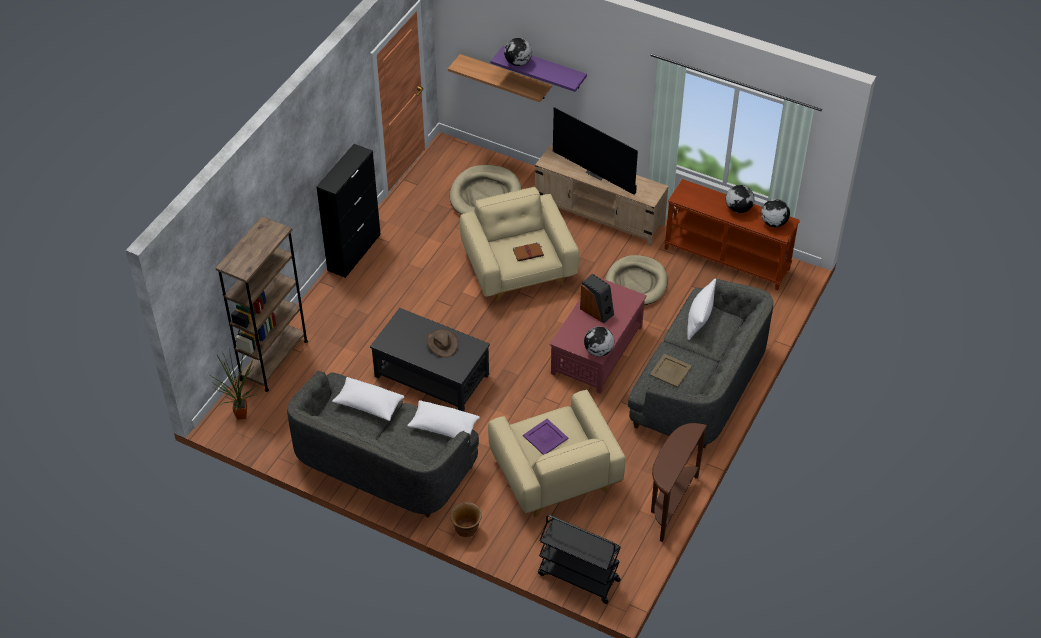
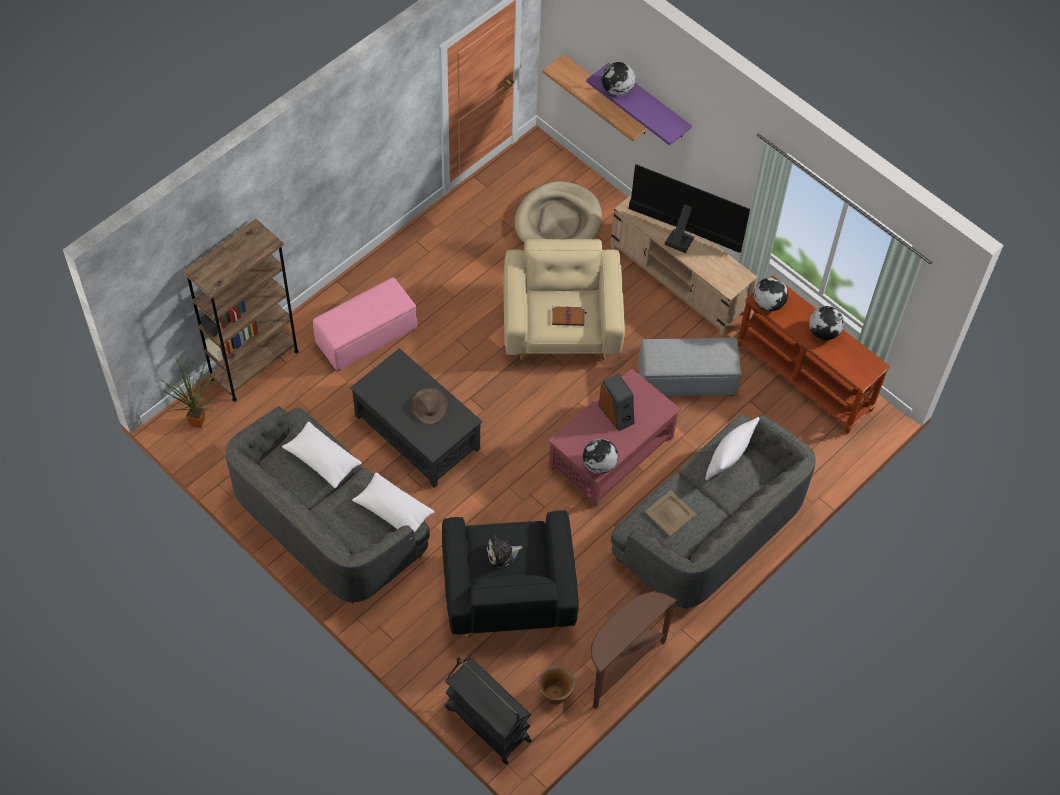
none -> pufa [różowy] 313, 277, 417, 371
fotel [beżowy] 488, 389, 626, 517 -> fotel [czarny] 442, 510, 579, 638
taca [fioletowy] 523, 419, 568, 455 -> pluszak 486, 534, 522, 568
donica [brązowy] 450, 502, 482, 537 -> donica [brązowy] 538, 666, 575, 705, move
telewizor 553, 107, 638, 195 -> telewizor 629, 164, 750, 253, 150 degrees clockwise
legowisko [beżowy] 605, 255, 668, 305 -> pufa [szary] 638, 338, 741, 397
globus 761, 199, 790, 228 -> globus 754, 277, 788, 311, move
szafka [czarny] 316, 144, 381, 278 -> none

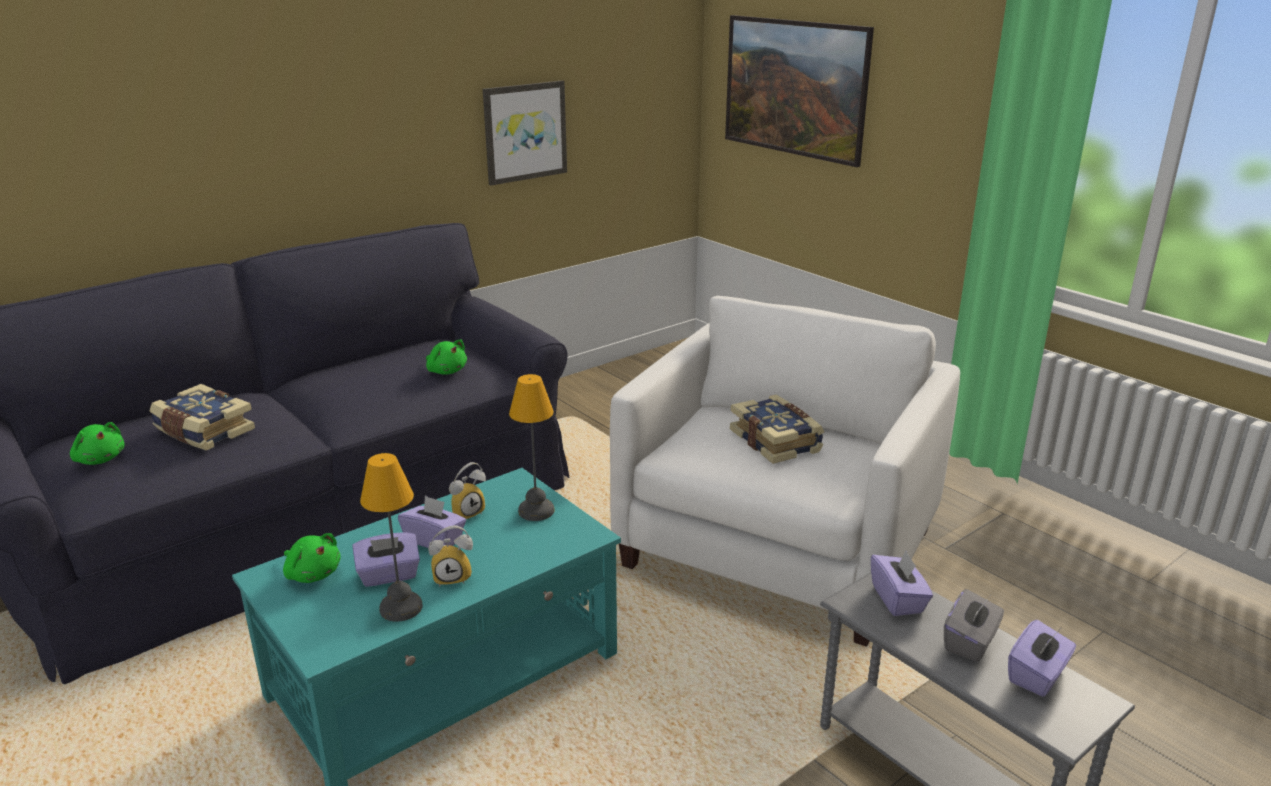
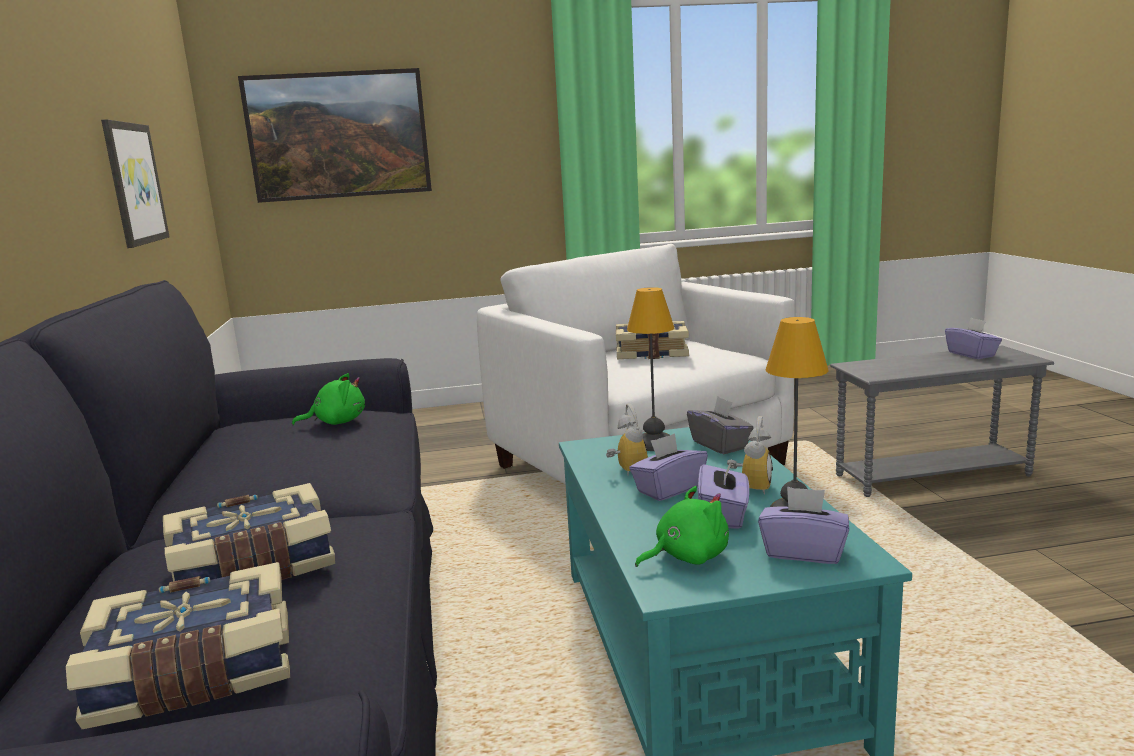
pluszak [zielony] 70, 422, 125, 465 -> książka 66, 562, 290, 729
pudełko chusteczek [szary] 944, 589, 1004, 662 -> pudełko chusteczek [szary] 687, 396, 754, 454, move
pudełko chusteczek [fioletowy] 871, 550, 933, 616 -> pudełko chusteczek [fioletowy] 758, 487, 849, 564, move

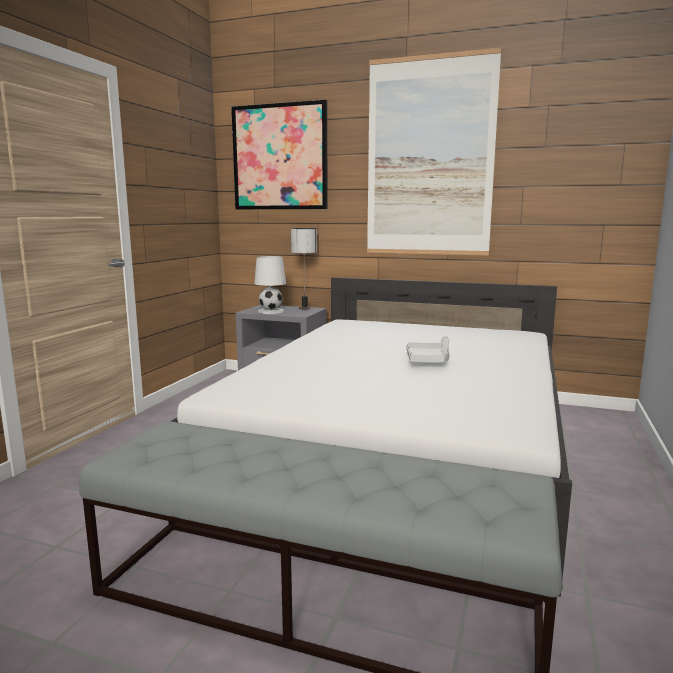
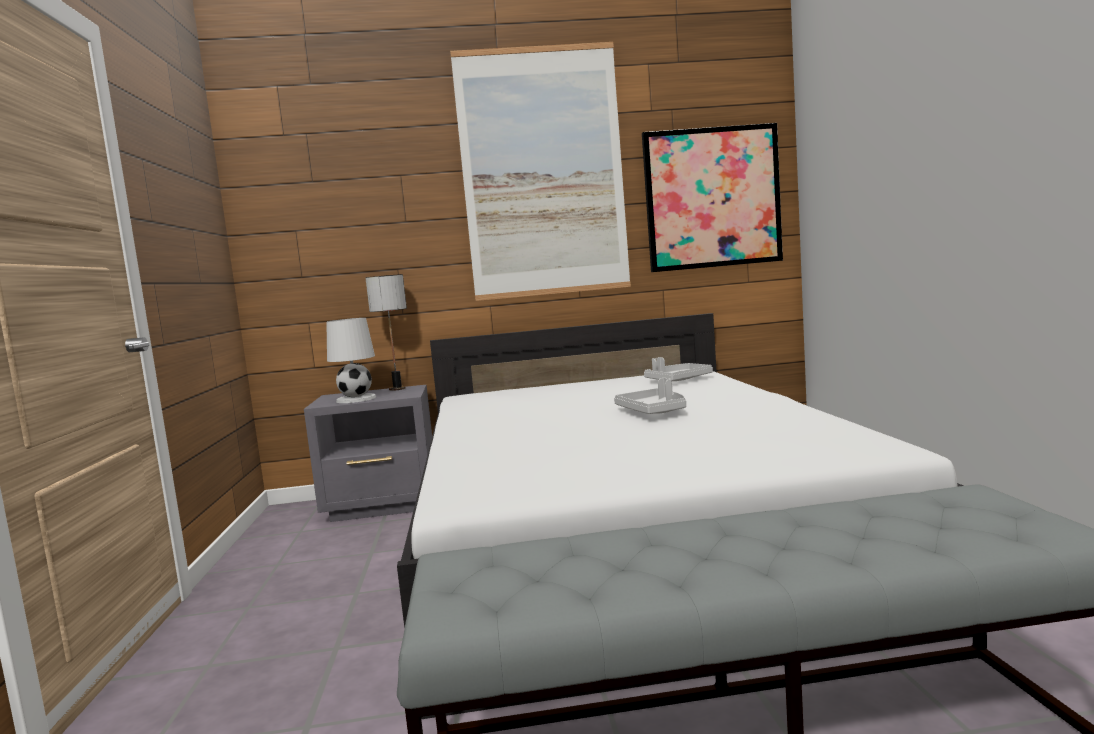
obraz 231, 100, 328, 209 -> obraz 642, 123, 783, 272, move
none -> taca [szary] 644, 357, 713, 381

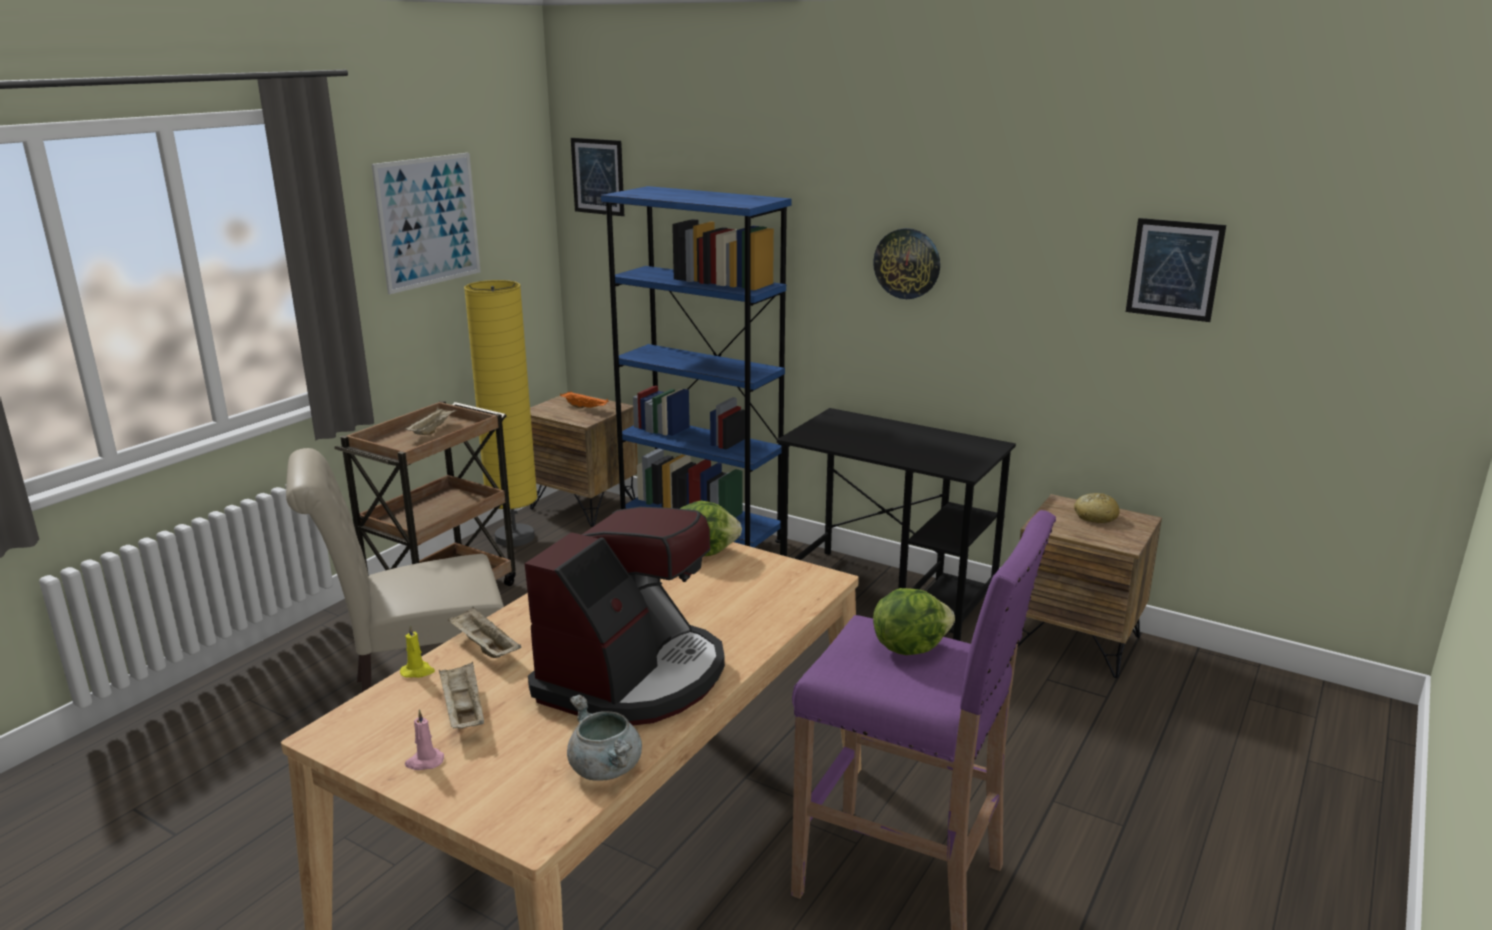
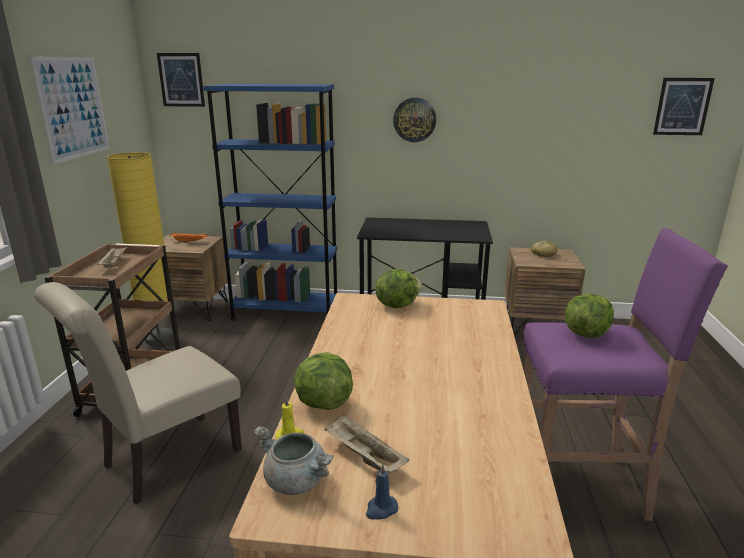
garnek [szary] 567, 695, 642, 781 -> garnek [szary] 253, 427, 334, 495, move
taca [beżowy] 448, 607, 522, 658 -> sałata 294, 352, 353, 410
świeca [różowy] 405, 710, 444, 770 -> świeca [niebieski] 366, 463, 398, 520
obraz 1126, 218, 1226, 322 -> obraz 653, 78, 715, 135, move
ekspres do kawy 525, 507, 725, 726 -> none

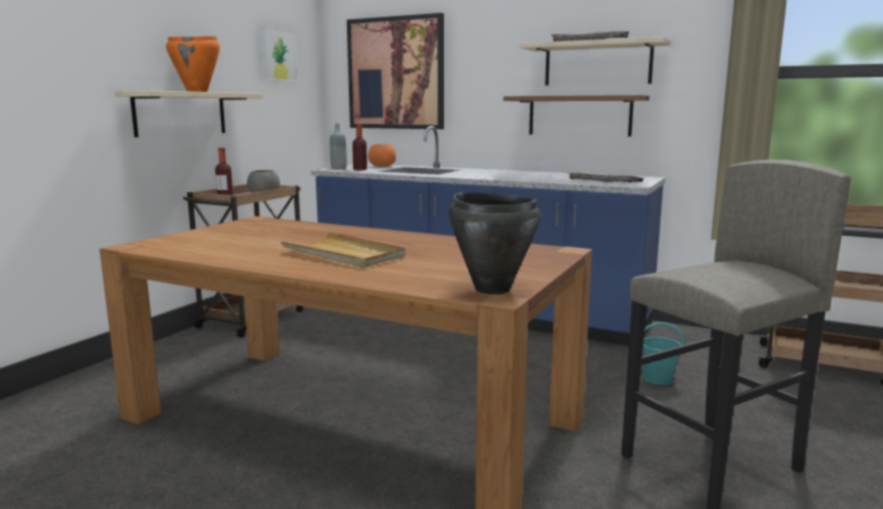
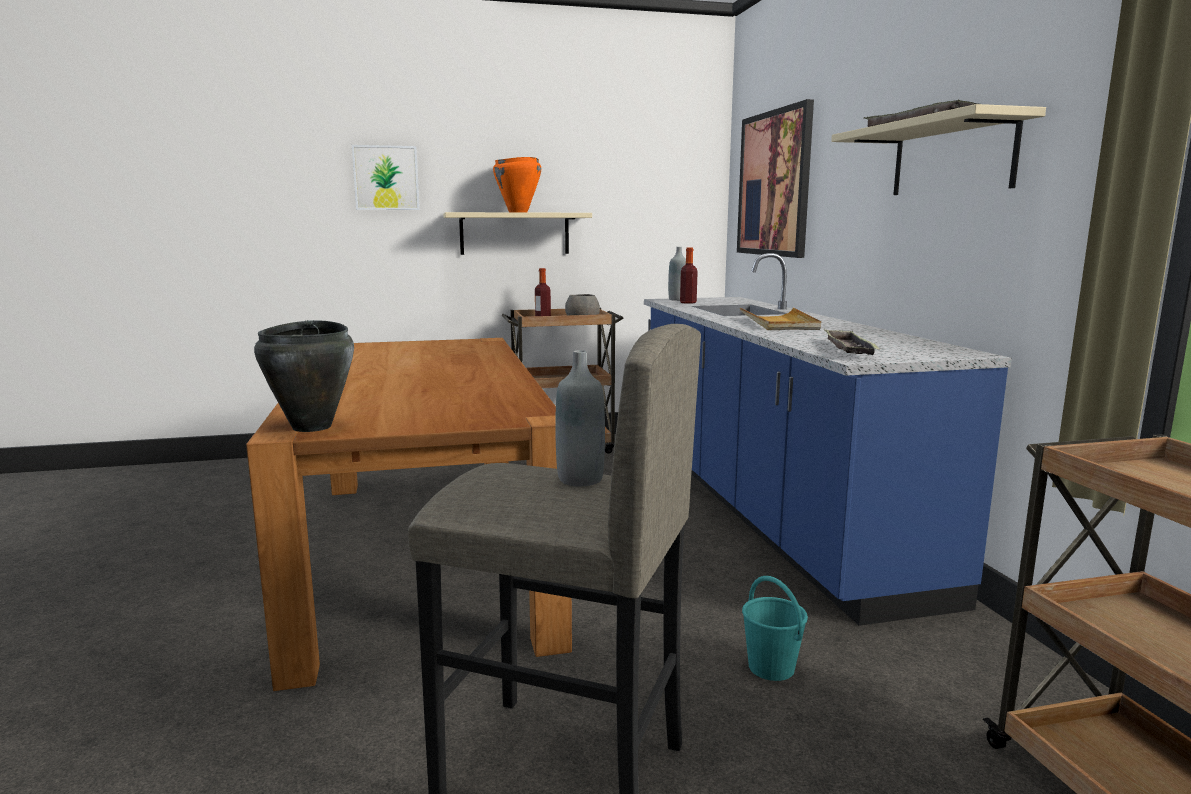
obraz 259, 25, 298, 82 -> obraz 352, 145, 420, 210, move
none -> butelka [szary] 555, 350, 605, 486
taca [beżowy] 280, 232, 405, 268 -> taca [beżowy] 740, 308, 821, 330, move
miska [pomarańczowy] 368, 144, 396, 167 -> none
półka [brązowy] 503, 95, 649, 136 -> none

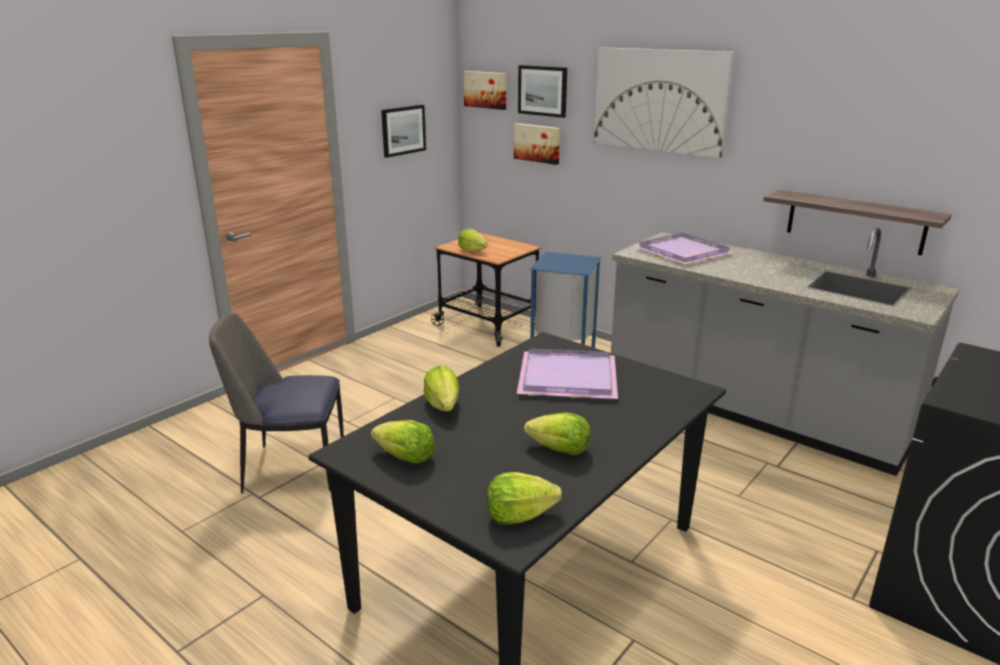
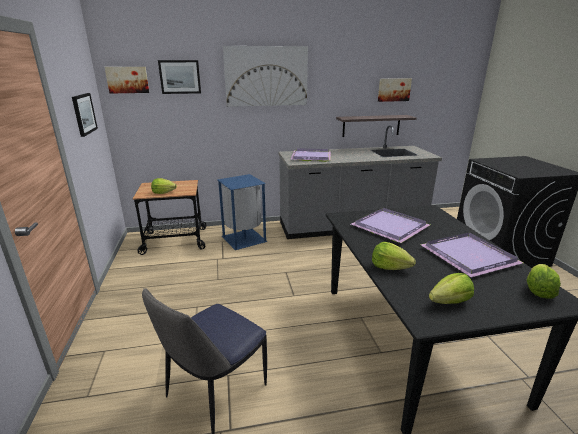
obraz 514, 123, 560, 165 -> obraz 378, 78, 412, 102, move
sałata 524, 413, 590, 455 -> taca [fioletowy] 421, 233, 523, 277

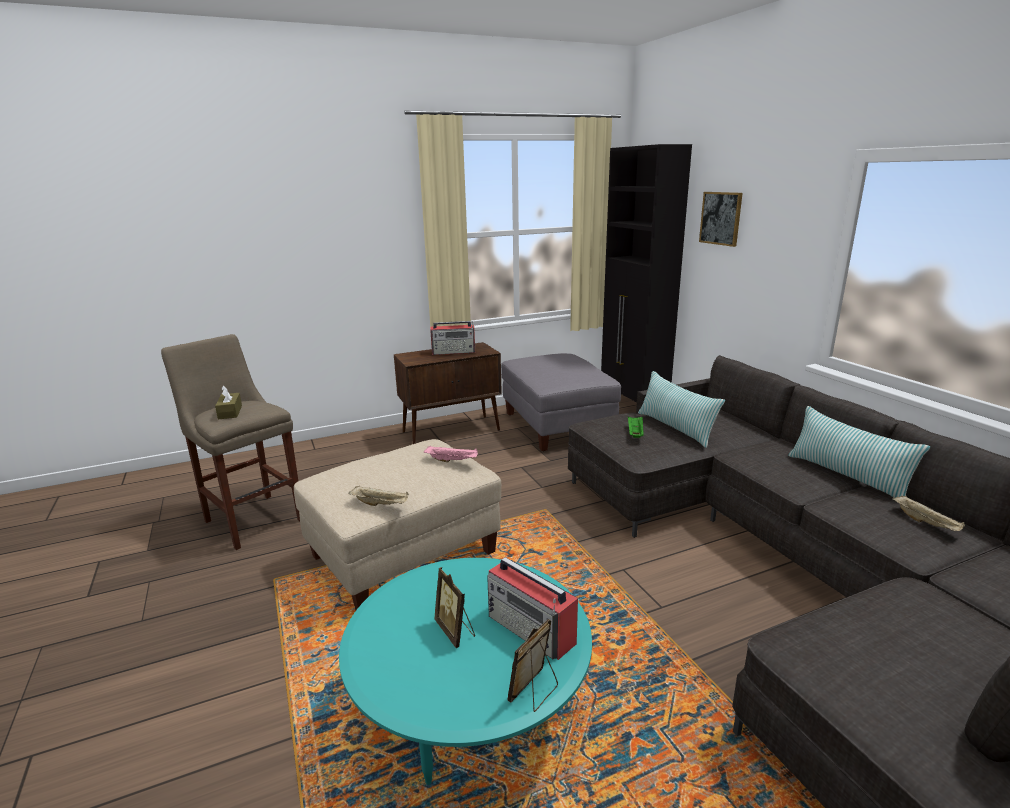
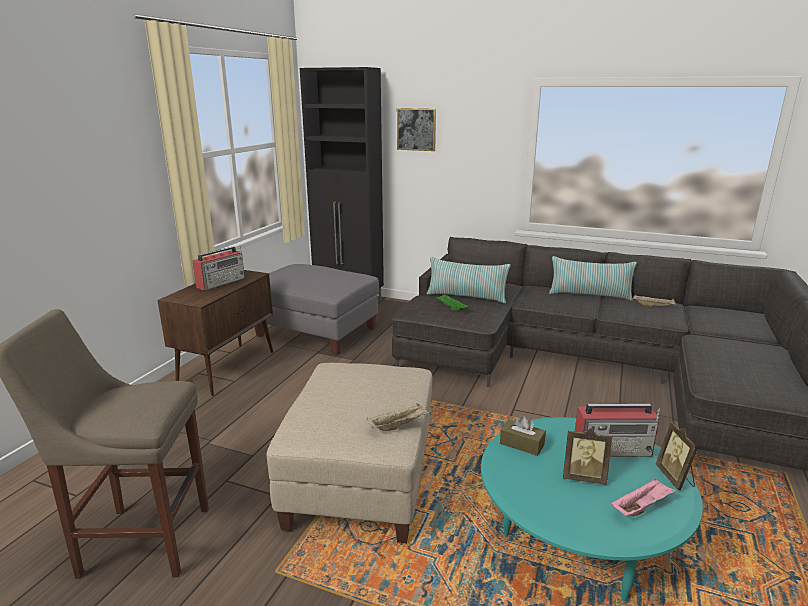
pudełko chusteczek [brązowy] 215, 386, 242, 420 -> pudełko chusteczek [brązowy] 500, 416, 546, 456, move
taca [różowy] 424, 446, 478, 462 -> taca [różowy] 611, 478, 676, 516, move

